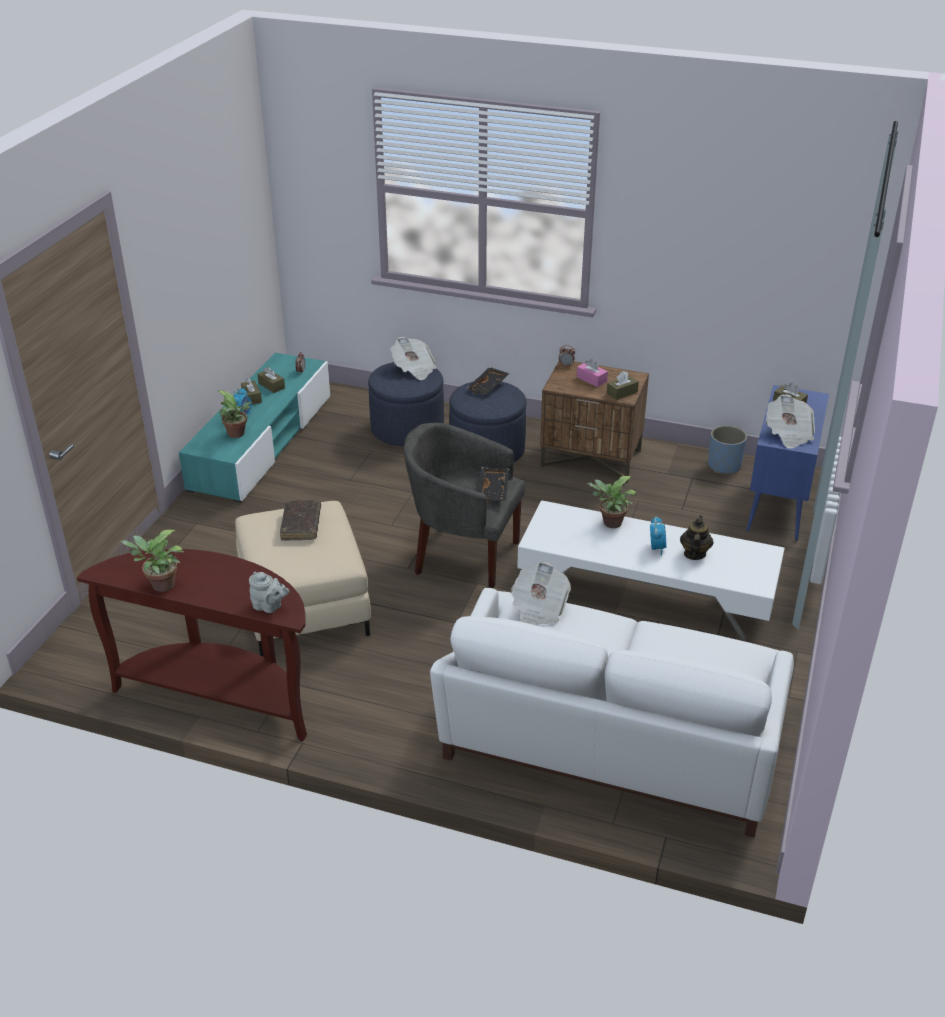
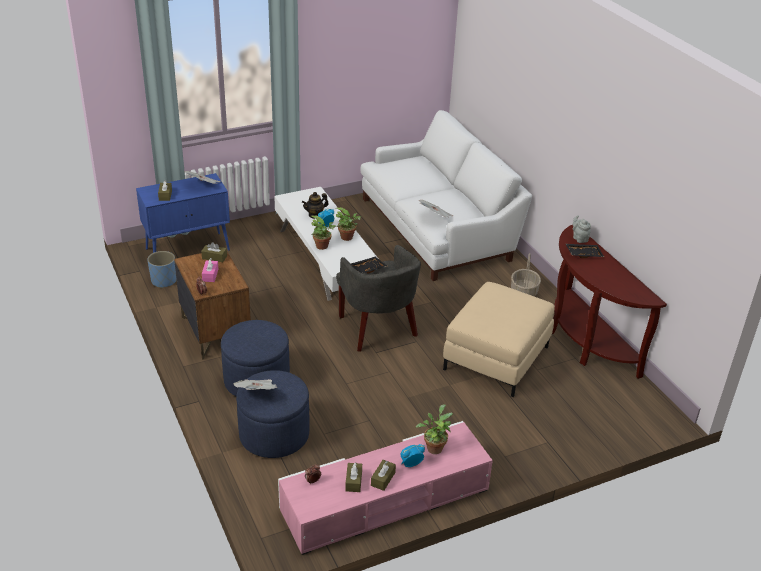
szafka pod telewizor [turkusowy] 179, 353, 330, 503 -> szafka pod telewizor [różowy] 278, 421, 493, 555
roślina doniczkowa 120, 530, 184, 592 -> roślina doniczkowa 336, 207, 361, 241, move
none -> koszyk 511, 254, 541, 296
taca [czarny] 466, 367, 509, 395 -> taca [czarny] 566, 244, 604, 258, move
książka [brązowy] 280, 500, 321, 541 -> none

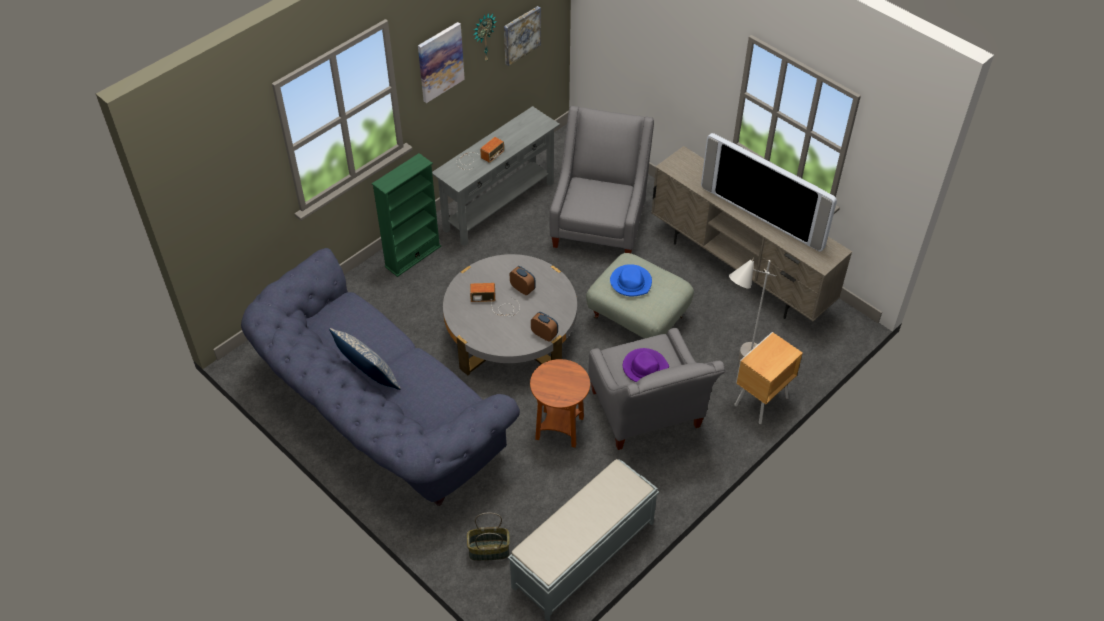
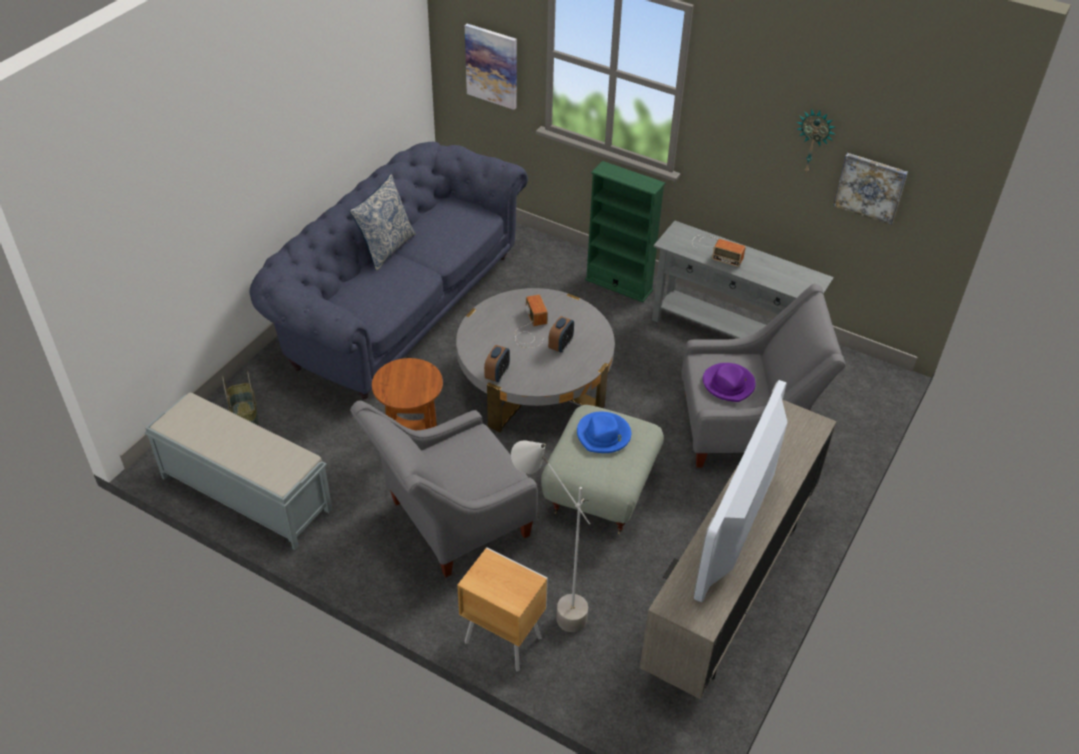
obraz 418, 22, 465, 103 -> obraz 465, 24, 517, 110, move
kapelusz [fioletowy] 623, 348, 669, 382 -> kapelusz [fioletowy] 703, 363, 756, 402, move

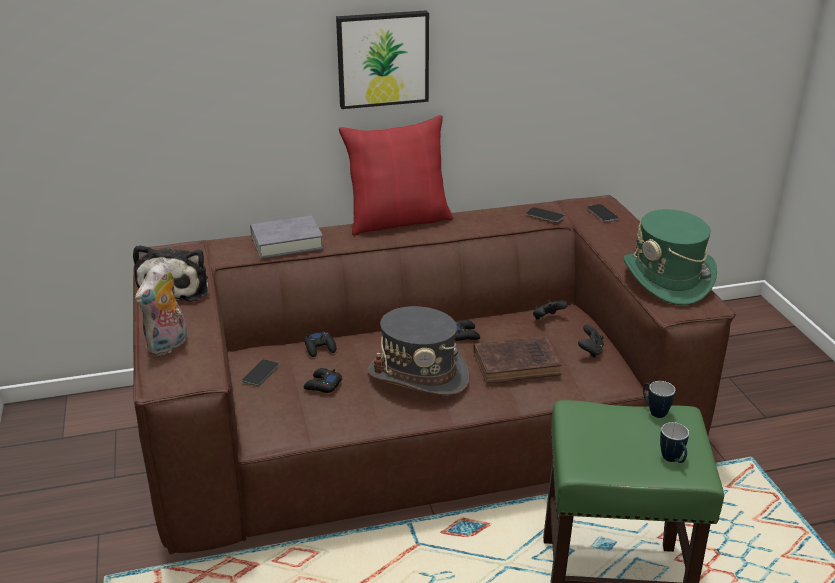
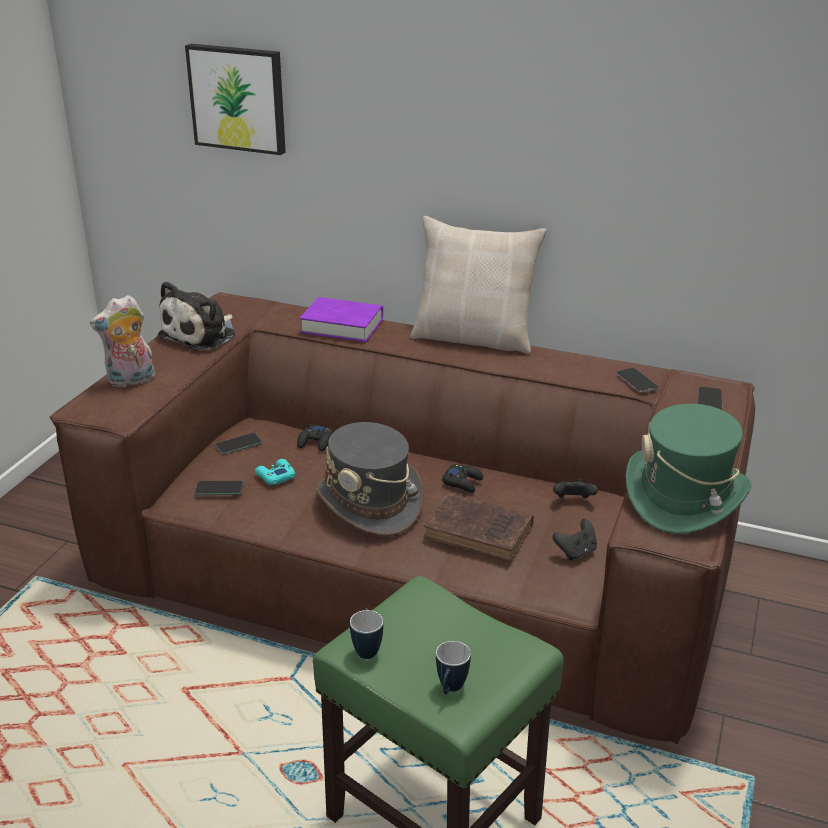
obraz 336, 10, 429, 109 -> obraz 185, 44, 286, 155, move
none -> telefon 195, 481, 243, 495
pad do gier [czarny] 304, 368, 342, 393 -> pad do gier [turkusowy] 255, 459, 295, 485
książka [szary] 250, 216, 324, 259 -> książka [fioletowy] 299, 297, 383, 342
kubek 643, 381, 675, 418 -> kubek 350, 608, 383, 659, move
poduszka [czerwony] 339, 115, 453, 236 -> poduszka [beżowy] 410, 216, 547, 354

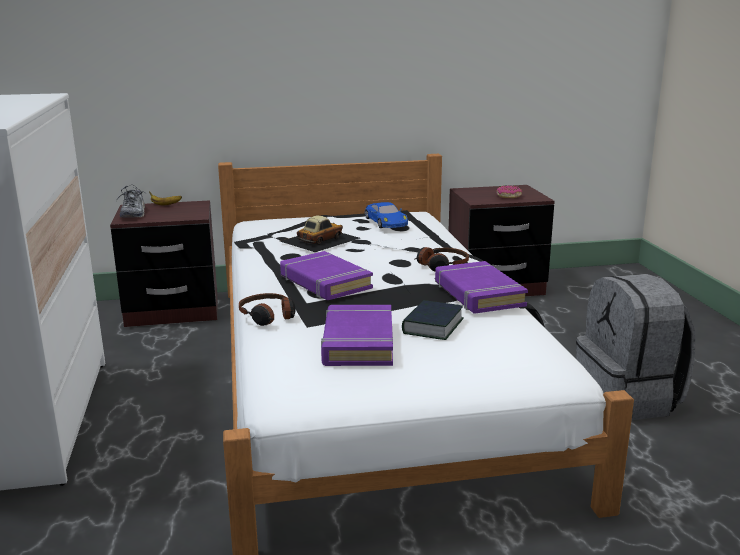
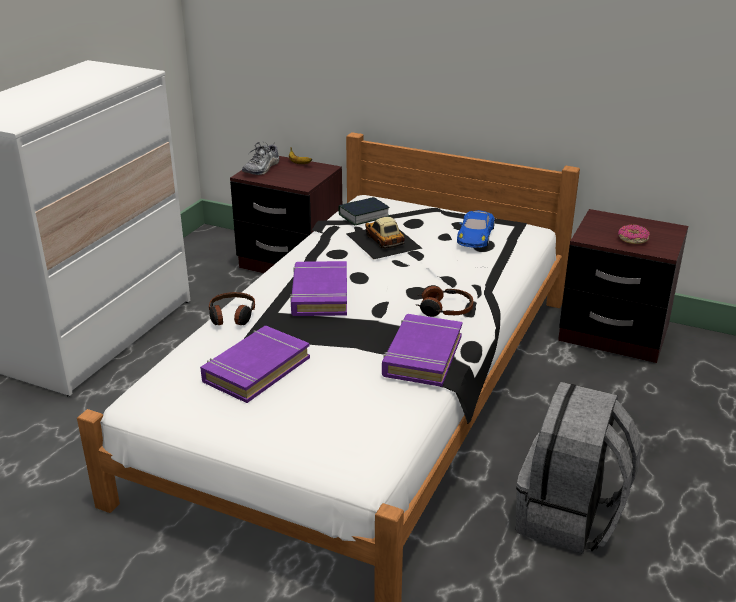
książka 402, 300, 464, 340 -> książka 338, 197, 391, 225, move
samochodzik 280, 216, 360, 252 -> samochodzik 346, 217, 422, 259, 105 degrees counterclockwise

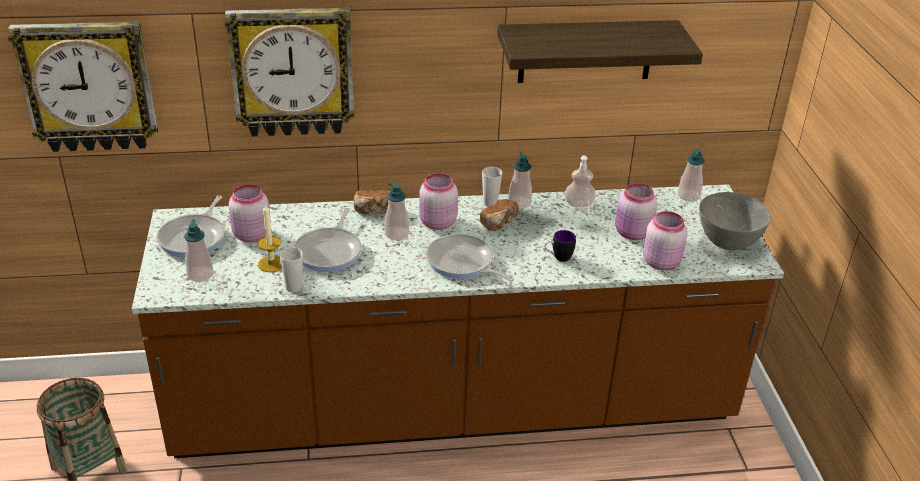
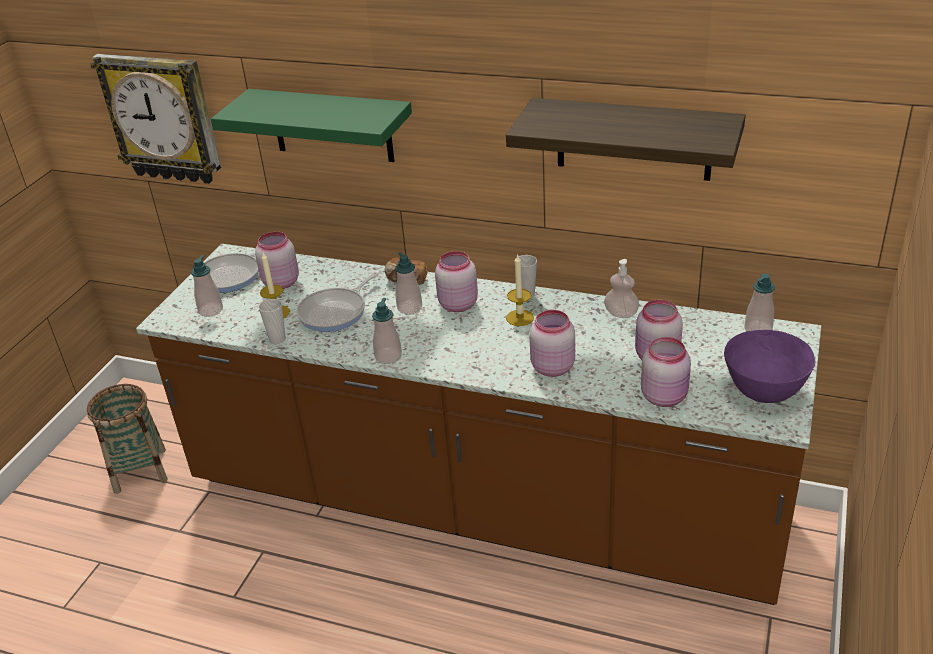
zegar ścienny 225, 8, 354, 136 -> półka [zielony] 211, 89, 412, 162
dozownik mydła 508, 152, 532, 209 -> dozownik mydła 372, 298, 402, 364, move
chleb 480, 199, 519, 231 -> świeca 506, 254, 534, 326
kubek 544, 230, 576, 262 -> słoik [różowy] 530, 310, 575, 377
miska [szary] 699, 192, 771, 250 -> miska [fioletowy] 724, 330, 816, 403
patelnia 426, 234, 514, 282 -> none

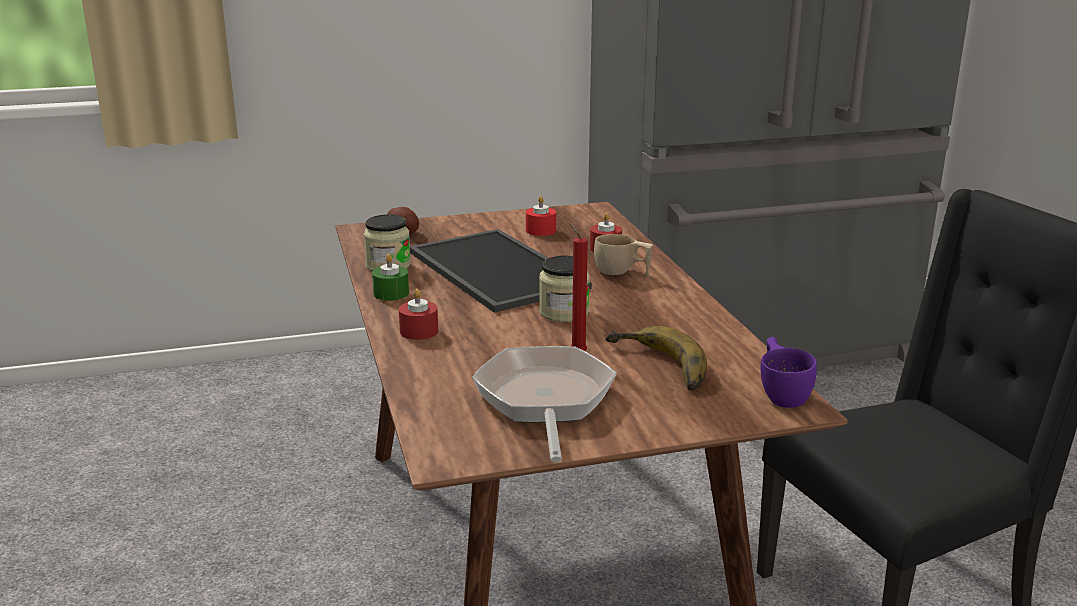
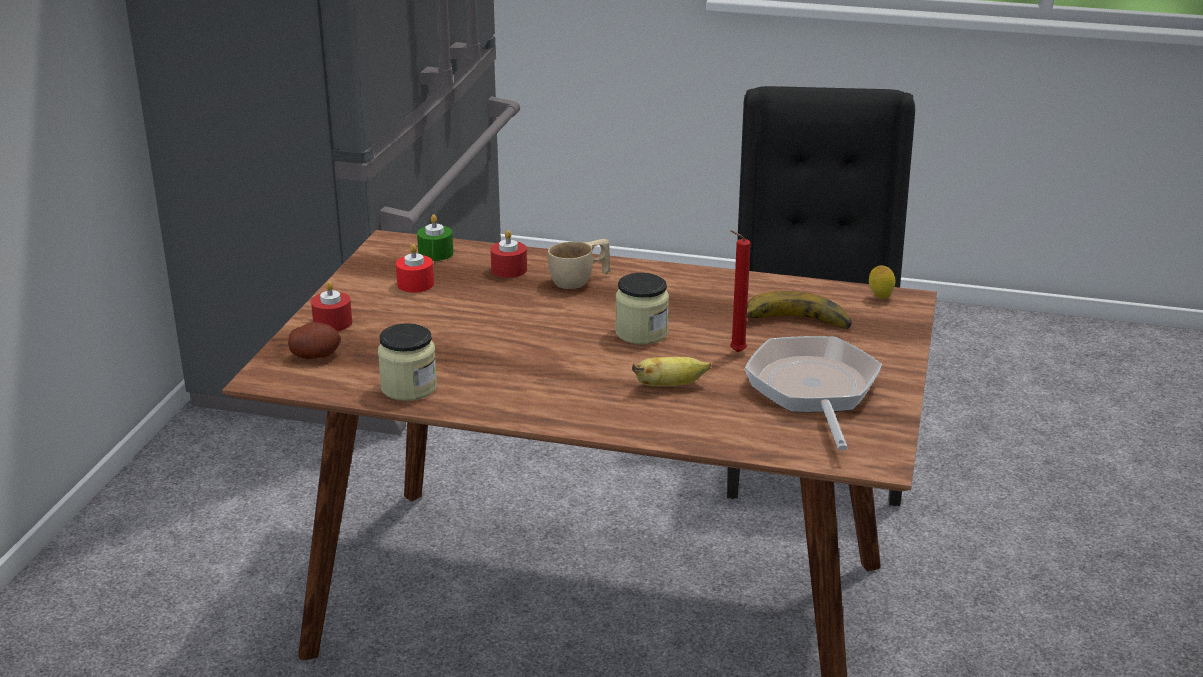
świeca [czerwony] 399, 289, 438, 340 -> świeca [czerwony] 311, 281, 352, 331, move
świeca [zielony] 372, 254, 409, 301 -> świeca [zielony] 417, 214, 454, 261, move
none -> banan 632, 357, 711, 387
patelnia 472, 346, 617, 462 -> patelnia 745, 336, 882, 451, 60 degrees clockwise
filiżanka [fioletowy] 760, 337, 817, 408 -> cytryna 869, 265, 895, 299
taca 410, 229, 592, 313 -> none

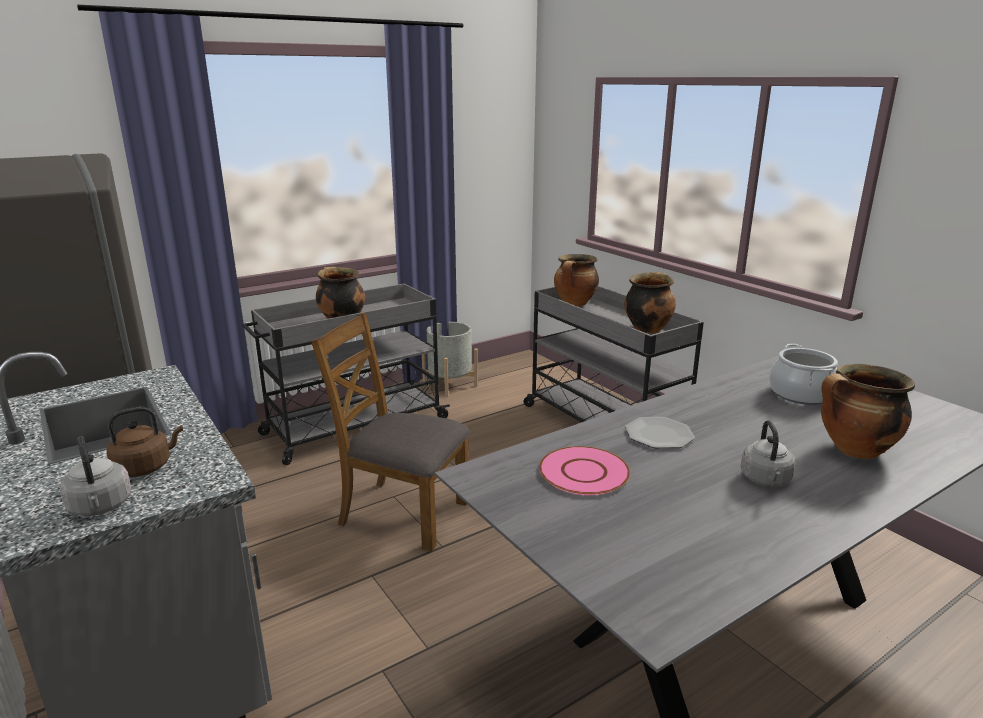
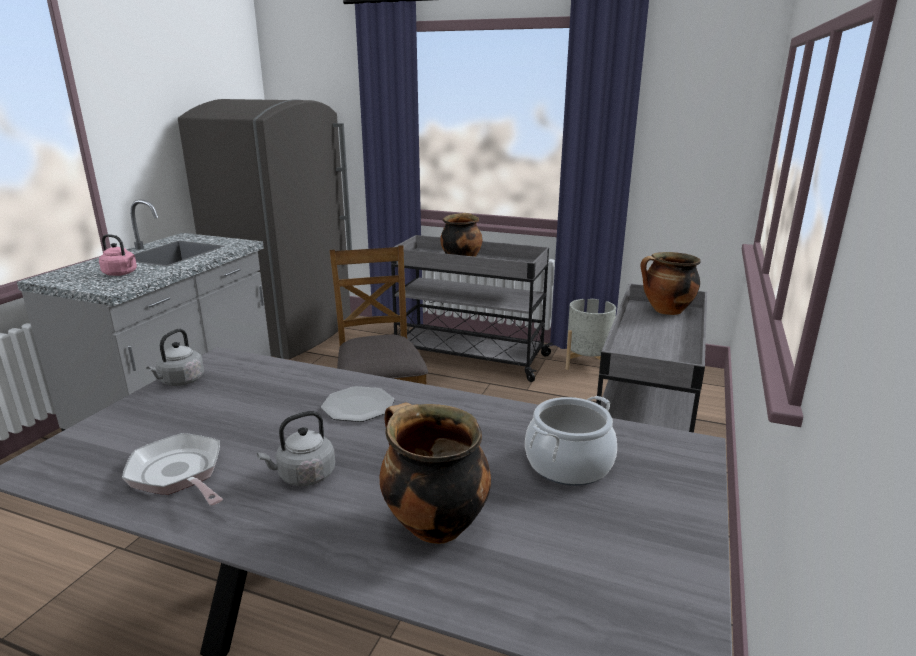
czajnik [brązowy] 106, 407, 183, 477 -> czajnik [różowy] 99, 234, 137, 276
none -> patelnia 122, 433, 223, 505
czajnik [szary] 60, 437, 131, 516 -> czajnik [szary] 146, 329, 204, 386, move
talerz [różowy] 539, 446, 630, 495 -> none
garnek 625, 272, 676, 334 -> none

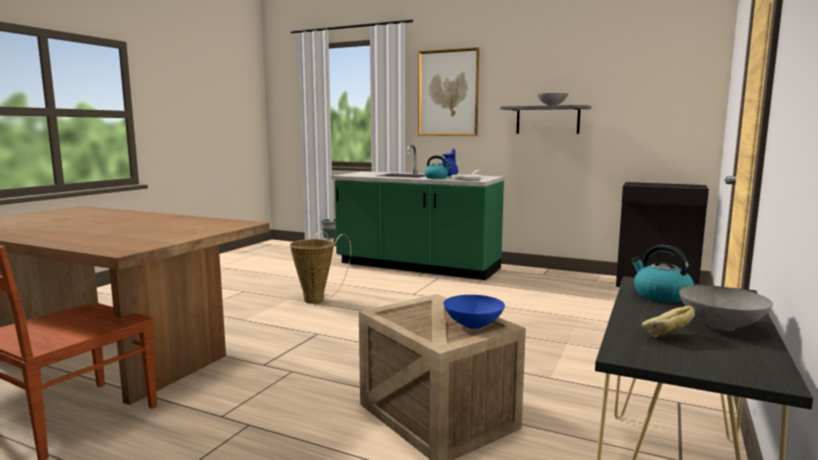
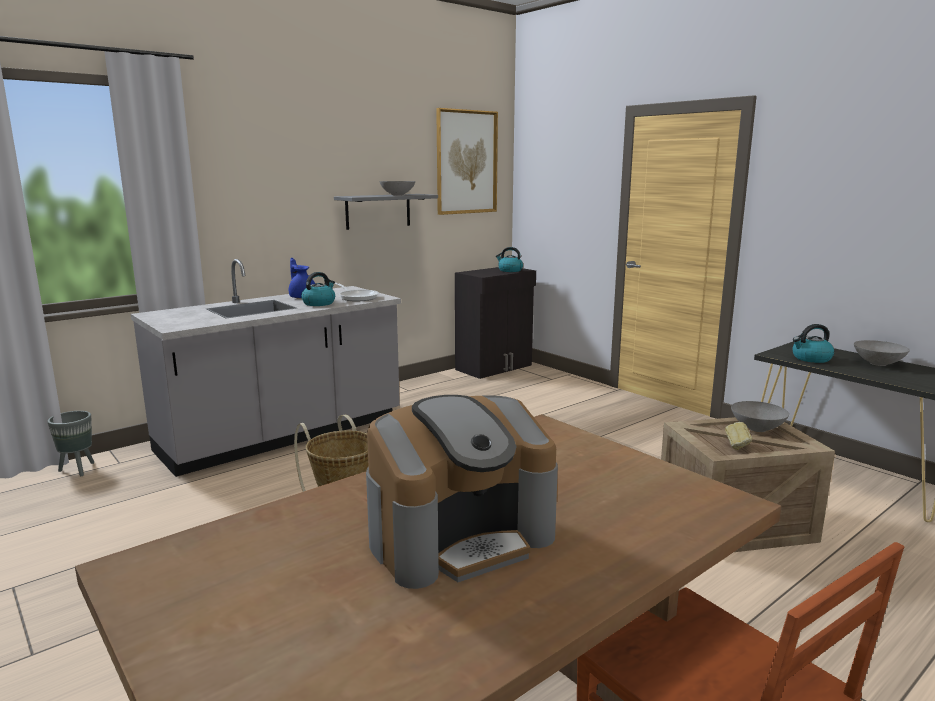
zabudowa kuchenna [zielony] 331, 145, 505, 280 -> zabudowa kuchenna [szary] 131, 259, 401, 477
none -> ekspres do kawy 366, 395, 558, 589
obraz 418, 47, 479, 136 -> obraz 436, 108, 498, 215, move
none -> czajnik 496, 247, 523, 272
chleb 641, 306, 695, 337 -> chleb 725, 422, 752, 450, move
miska [niebieski] 444, 295, 505, 329 -> miska [szary] 731, 401, 789, 432

